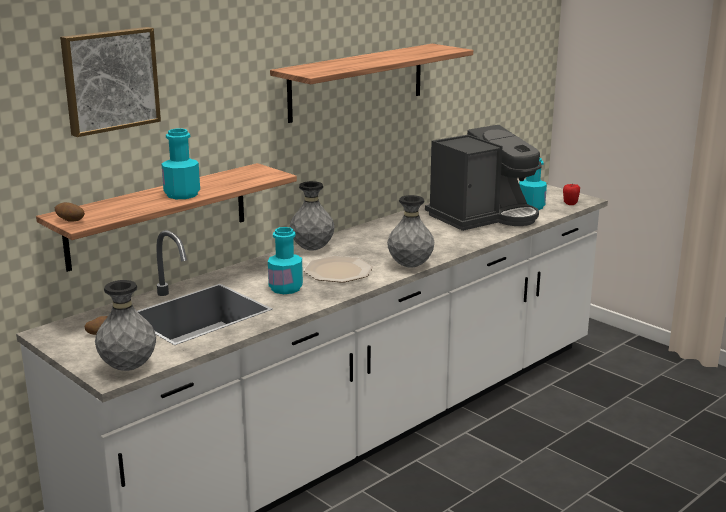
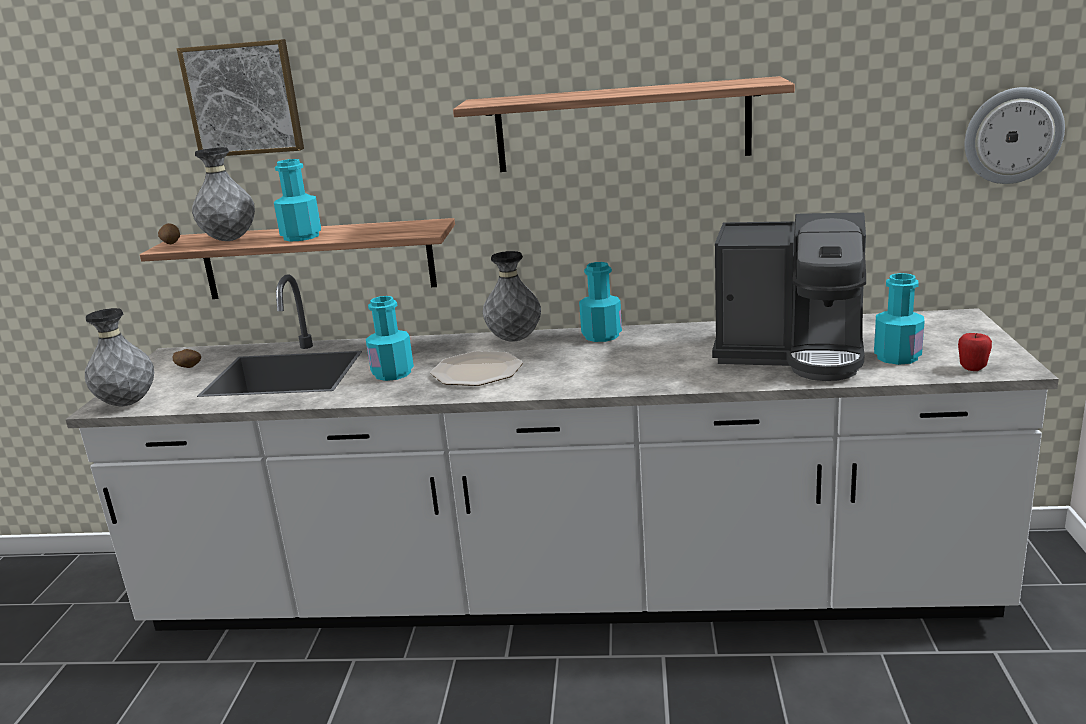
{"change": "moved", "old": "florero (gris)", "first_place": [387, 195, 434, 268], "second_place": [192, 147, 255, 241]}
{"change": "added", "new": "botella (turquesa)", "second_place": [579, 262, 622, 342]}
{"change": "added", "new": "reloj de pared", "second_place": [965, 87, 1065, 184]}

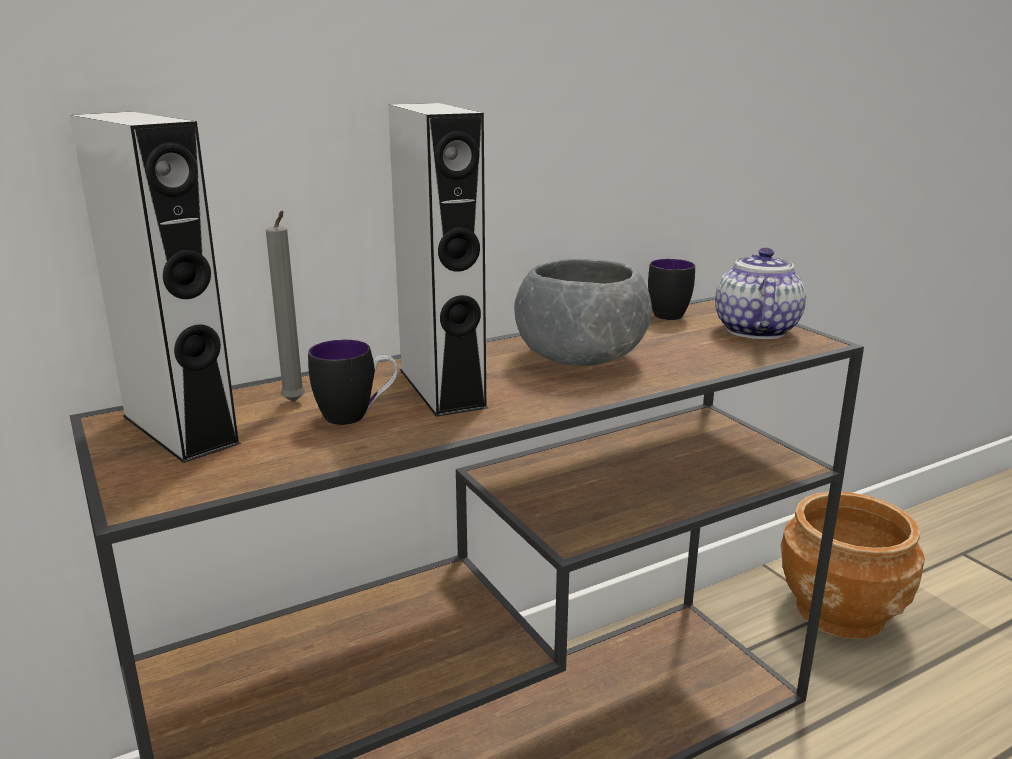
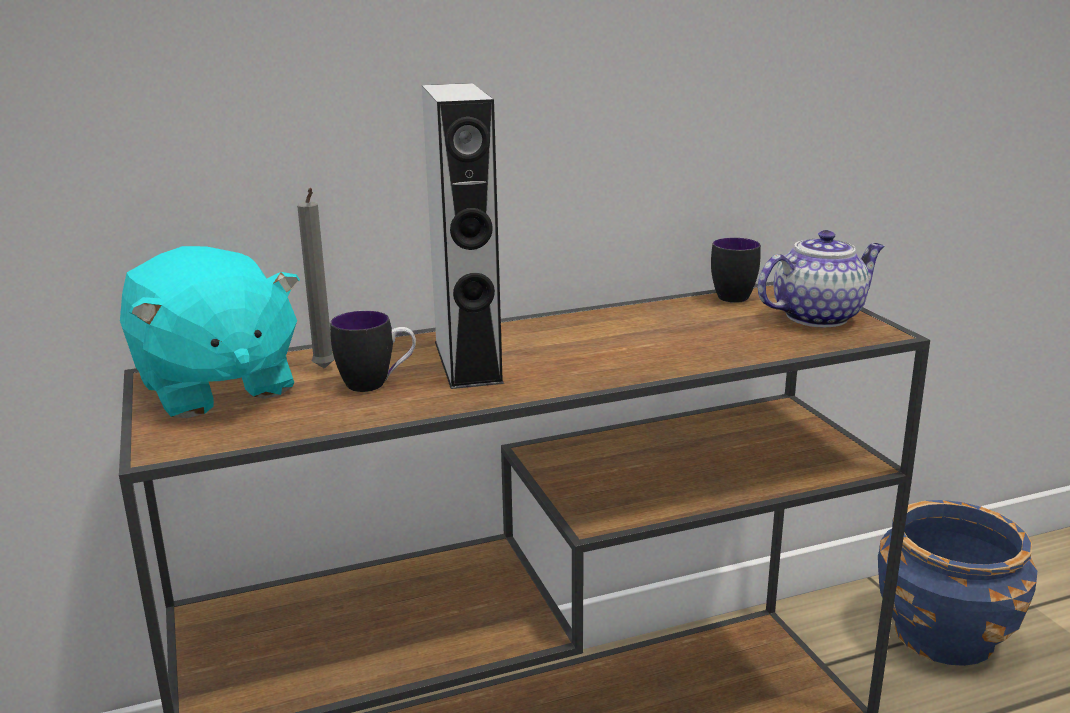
{"change": "replaced", "old": "altavoz (gris)", "new": "peluche (turquesa)", "first_place": [70, 112, 241, 463], "second_place": [120, 246, 300, 418]}
{"change": "turned", "old": "tetera", "first_place": [715, 248, 806, 339], "second_place": [758, 230, 885, 327], "degrees": 45}
{"change": "recoloured", "old": "maceta (marrón)", "new": "maceta (azul)", "first_place": [780, 492, 925, 639], "second_place": [878, 500, 1037, 666]}
{"change": "removed", "old": "cuenco (gris)", "first_place": [514, 259, 652, 366]}

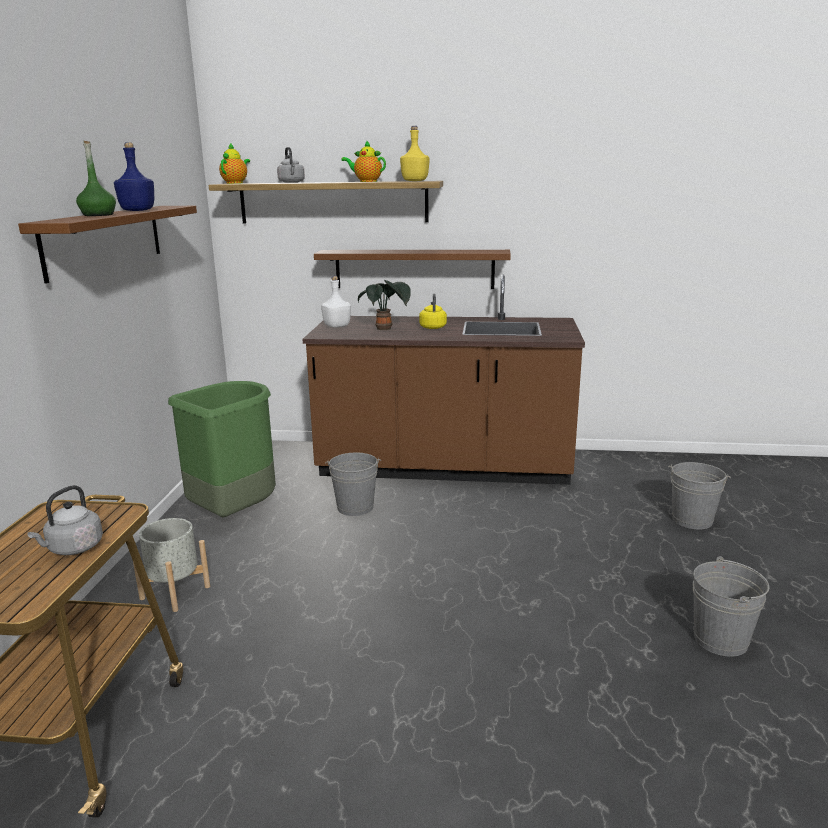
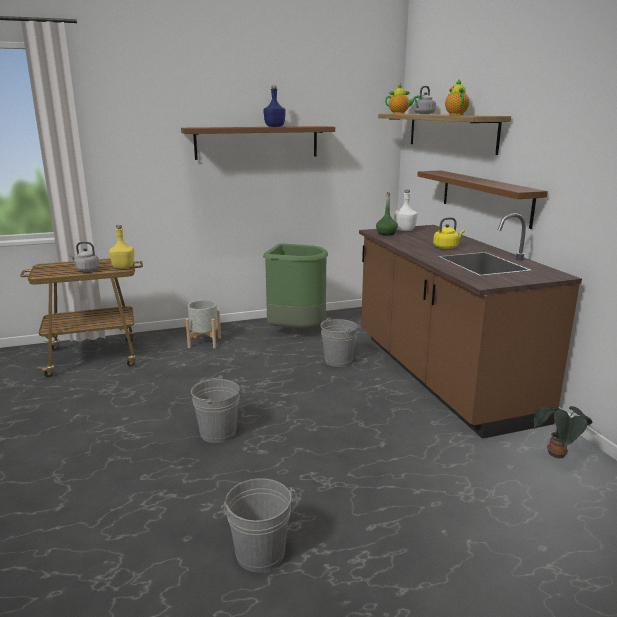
{"change": "moved", "old": "botella (amarillo)", "first_place": [400, 126, 429, 181], "second_place": [109, 225, 134, 269]}
{"change": "moved", "old": "cubo (gris)", "first_place": [668, 462, 731, 529], "second_place": [191, 376, 240, 443]}
{"change": "moved", "old": "botella (verde)", "first_place": [76, 141, 116, 216], "second_place": [376, 192, 398, 235]}
{"change": "moved", "old": "planta en maceta", "first_place": [358, 280, 410, 330], "second_place": [534, 406, 592, 458]}

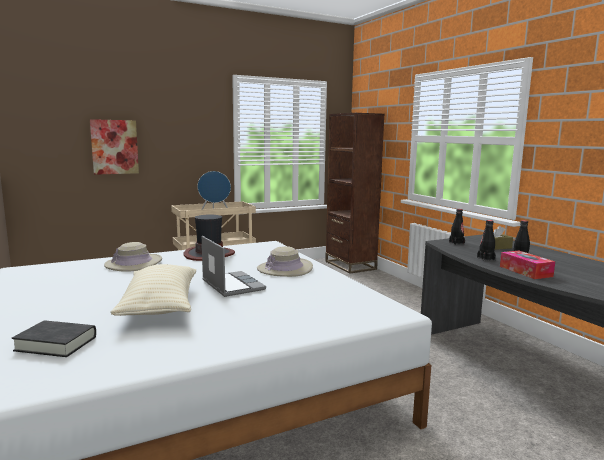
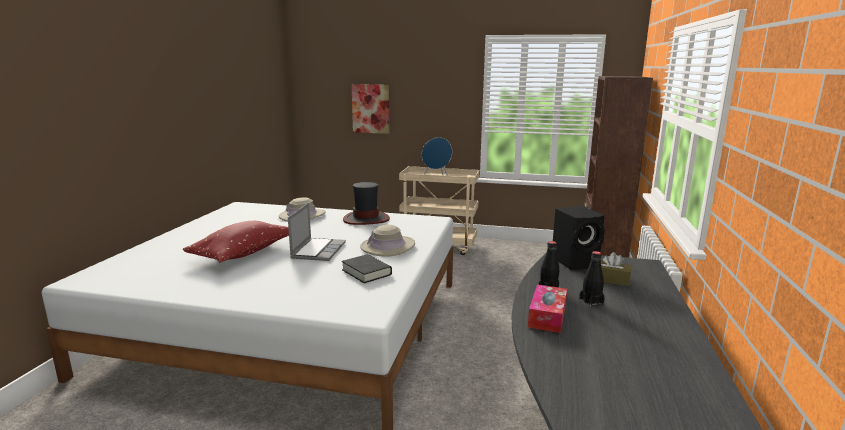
{"change": "recoloured", "old": "cojín (beis)", "new": "cojín (rojo)", "first_place": [110, 264, 196, 316], "second_place": [183, 221, 289, 263]}
{"change": "moved", "old": "libro (negro)", "first_place": [12, 320, 96, 357], "second_place": [342, 254, 392, 283]}
{"change": "replaced", "old": "botella (negro)", "new": "altavoz (negro)", "first_place": [449, 209, 465, 245], "second_place": [553, 206, 605, 270]}

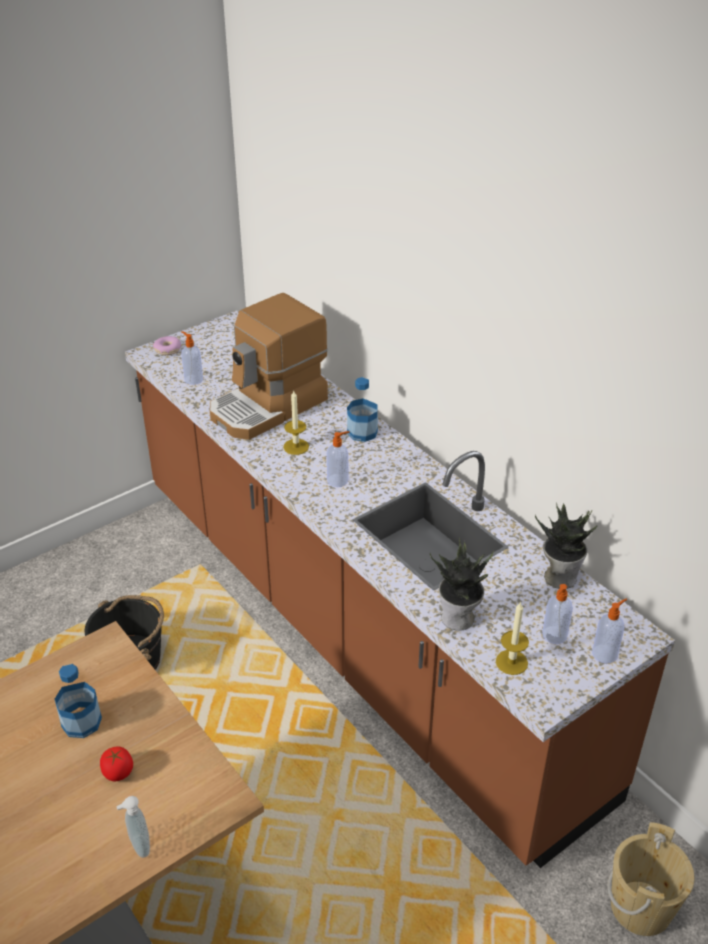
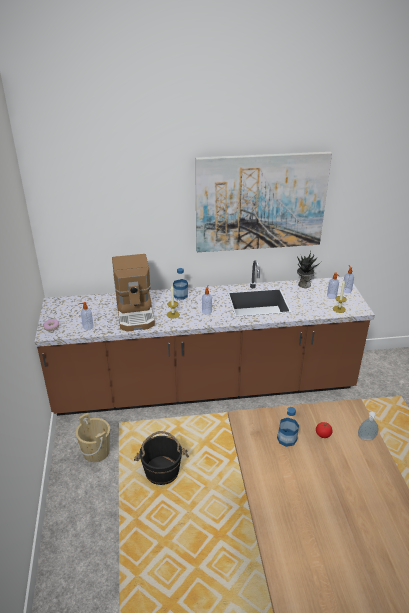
{"change": "moved", "old": "cubo (beis)", "first_place": [607, 822, 695, 936], "second_place": [75, 413, 110, 462]}
{"change": "added", "new": "cuadro", "second_place": [195, 152, 332, 252]}
{"change": "removed", "old": "planta en maceta", "first_place": [430, 538, 494, 631]}

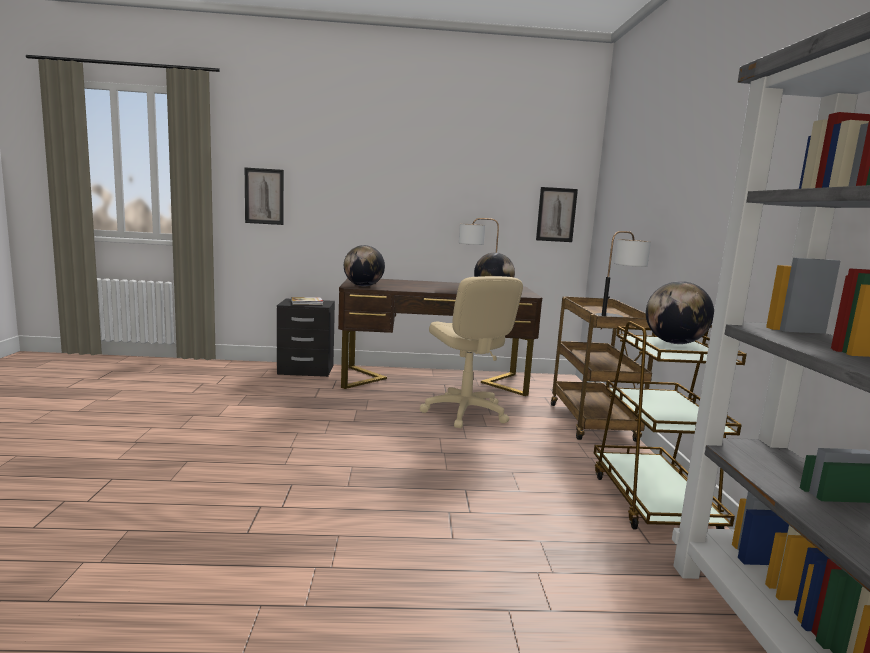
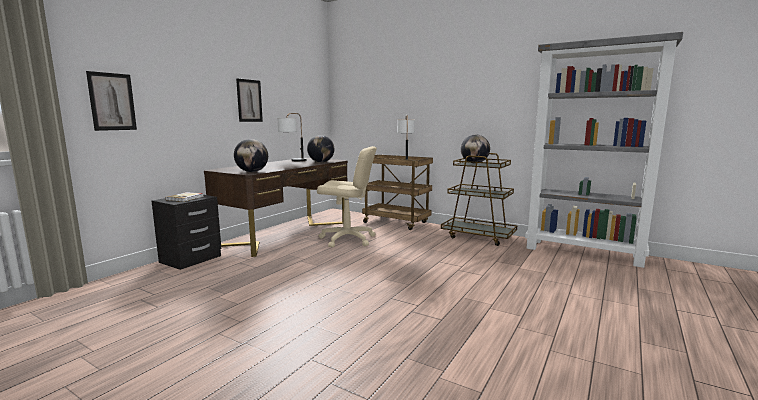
{"change": "moved", "old": "cuadro", "first_place": [536, 187, 578, 242], "second_place": [236, 78, 263, 122]}

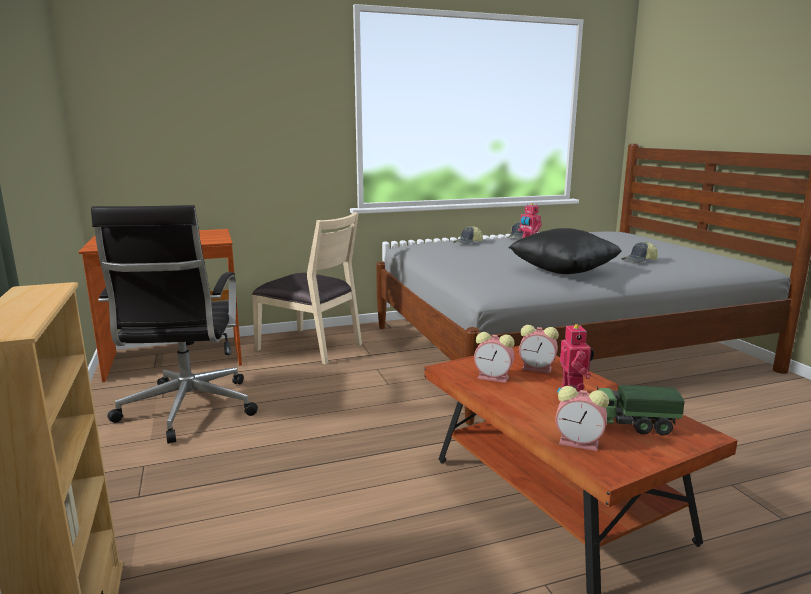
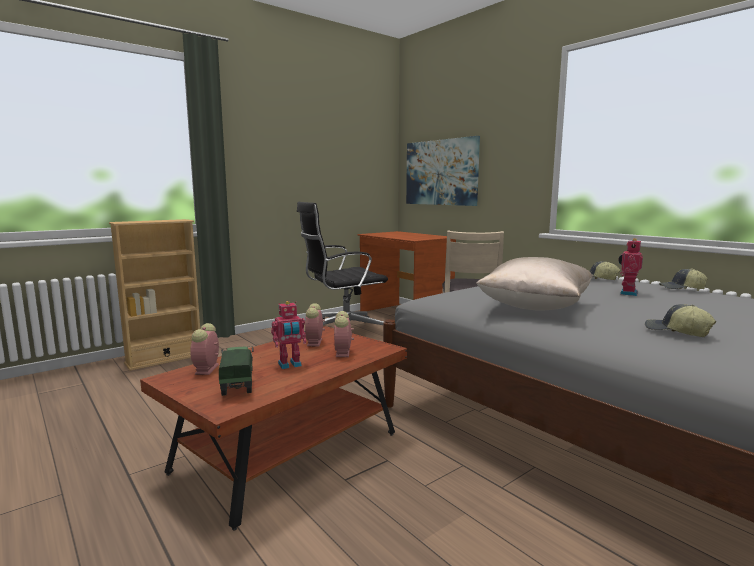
{"change": "added", "new": "cuadro", "second_place": [406, 136, 480, 206]}
{"change": "recoloured", "old": "cojín (negro)", "new": "cojín (beis)", "first_place": [509, 228, 622, 274], "second_place": [476, 257, 594, 311]}

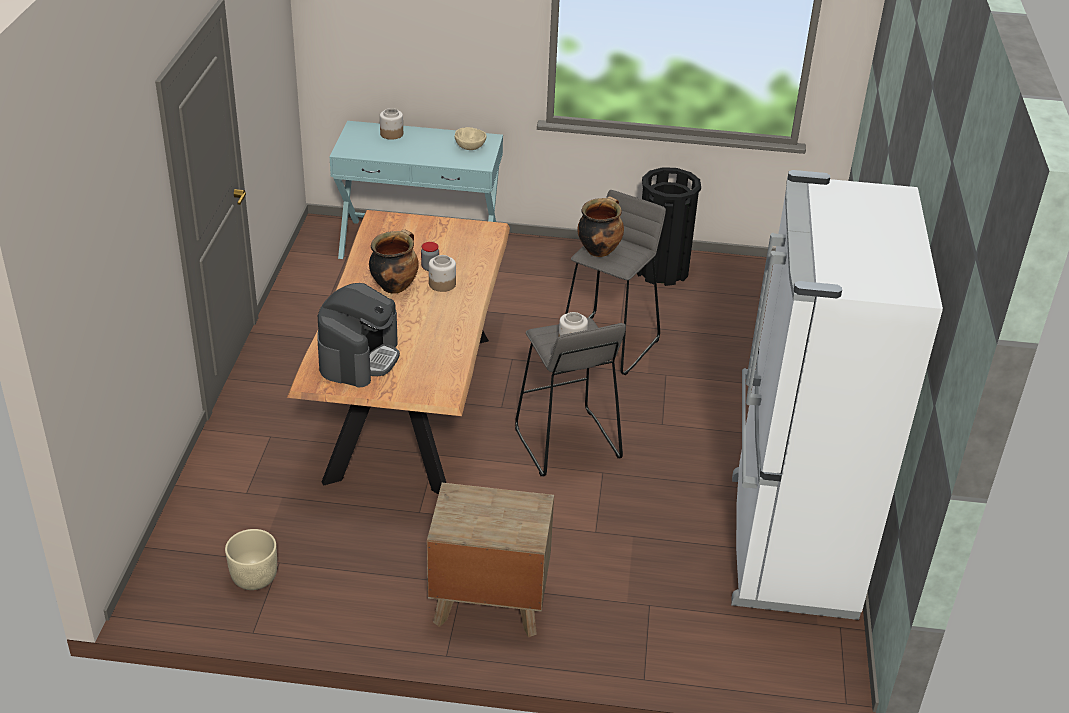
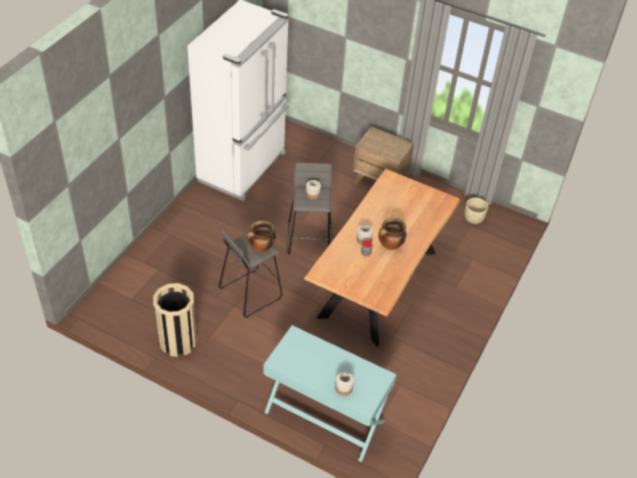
{"change": "recoloured", "old": "papelera (negro)", "new": "papelera (beis)", "first_place": [637, 167, 701, 286], "second_place": [153, 283, 197, 357]}
{"change": "removed", "old": "cafetera", "first_place": [317, 283, 400, 387]}
{"change": "removed", "old": "cuenco (beis)", "first_place": [455, 127, 487, 150]}

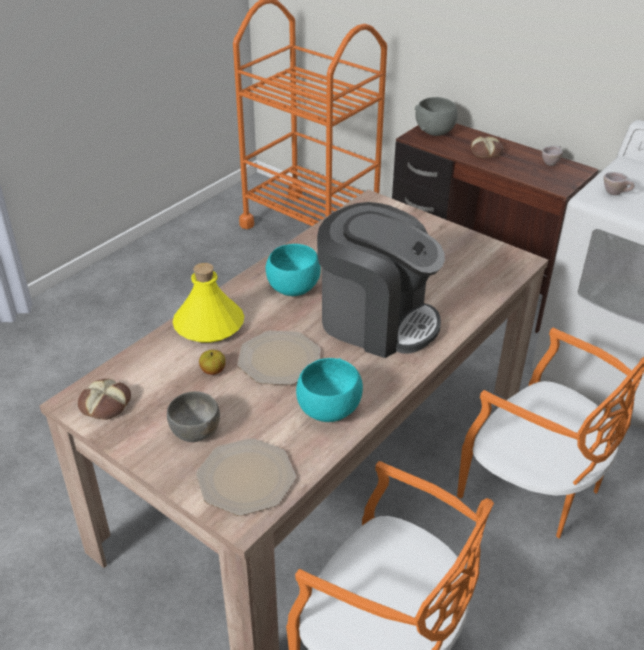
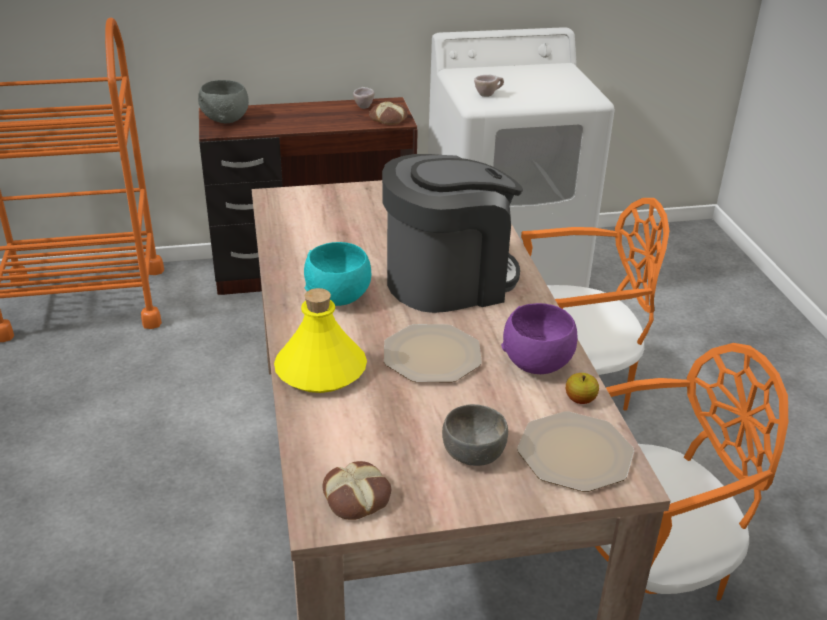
{"change": "moved", "old": "pan", "first_place": [471, 136, 504, 158], "second_place": [369, 101, 408, 125]}
{"change": "recoloured", "old": "cuenco (turquesa)", "new": "cuenco (morado)", "first_place": [296, 358, 363, 422], "second_place": [501, 303, 578, 374]}
{"change": "moved", "old": "manzana", "first_place": [199, 350, 226, 375], "second_place": [566, 373, 599, 404]}

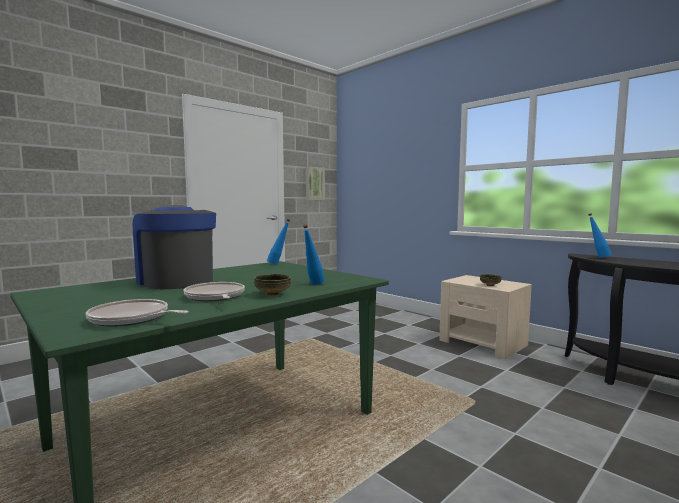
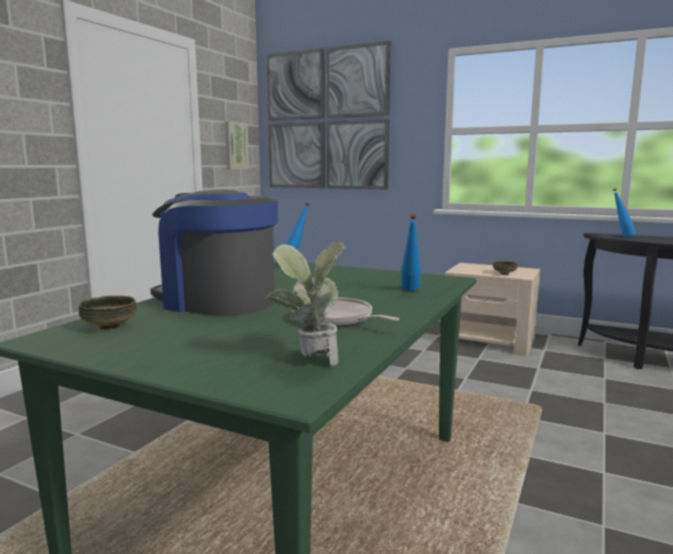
{"change": "moved", "old": "cuenco", "first_place": [254, 274, 291, 296], "second_place": [78, 295, 136, 330]}
{"change": "replaced", "old": "sartén", "new": "planta en maceta", "first_place": [86, 299, 189, 326], "second_place": [265, 241, 346, 366]}
{"change": "added", "new": "cuadro", "second_place": [266, 41, 391, 189]}

